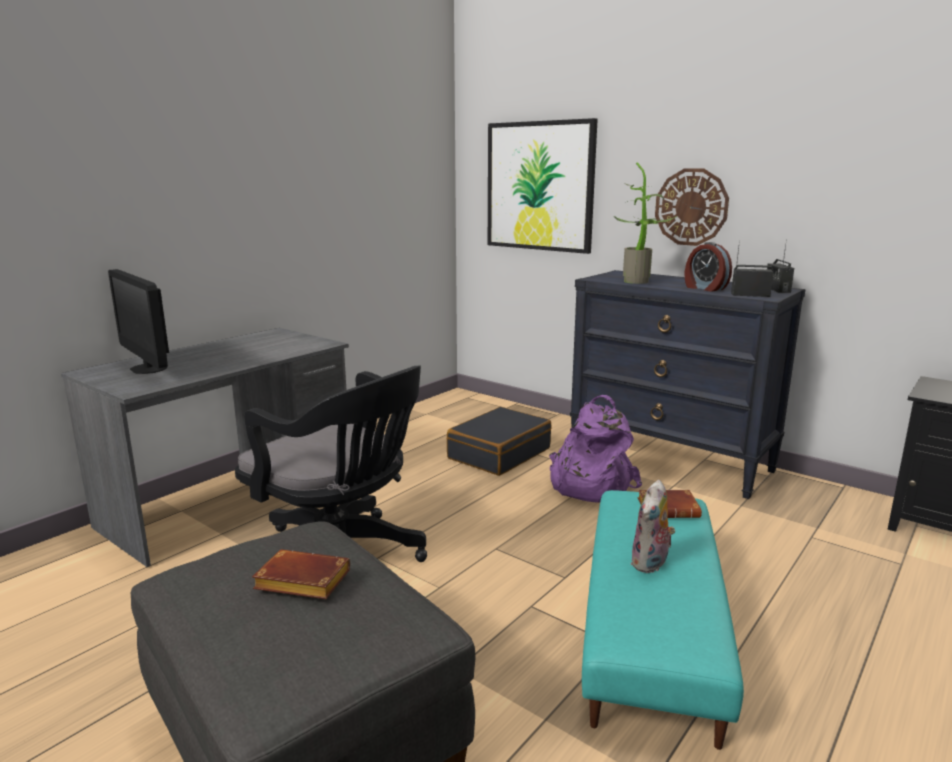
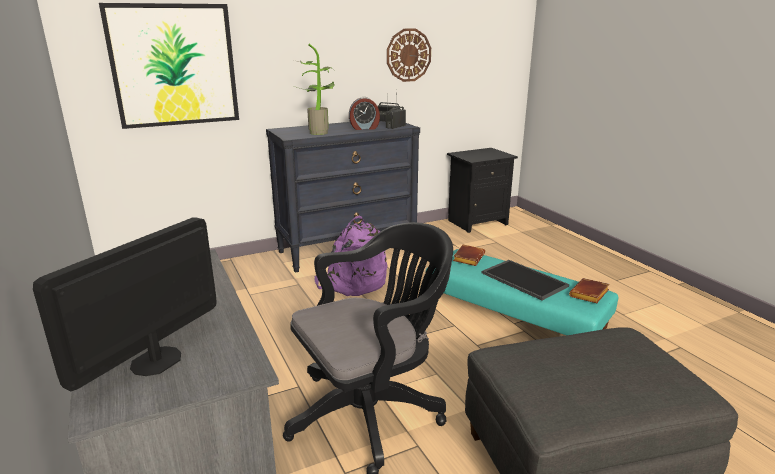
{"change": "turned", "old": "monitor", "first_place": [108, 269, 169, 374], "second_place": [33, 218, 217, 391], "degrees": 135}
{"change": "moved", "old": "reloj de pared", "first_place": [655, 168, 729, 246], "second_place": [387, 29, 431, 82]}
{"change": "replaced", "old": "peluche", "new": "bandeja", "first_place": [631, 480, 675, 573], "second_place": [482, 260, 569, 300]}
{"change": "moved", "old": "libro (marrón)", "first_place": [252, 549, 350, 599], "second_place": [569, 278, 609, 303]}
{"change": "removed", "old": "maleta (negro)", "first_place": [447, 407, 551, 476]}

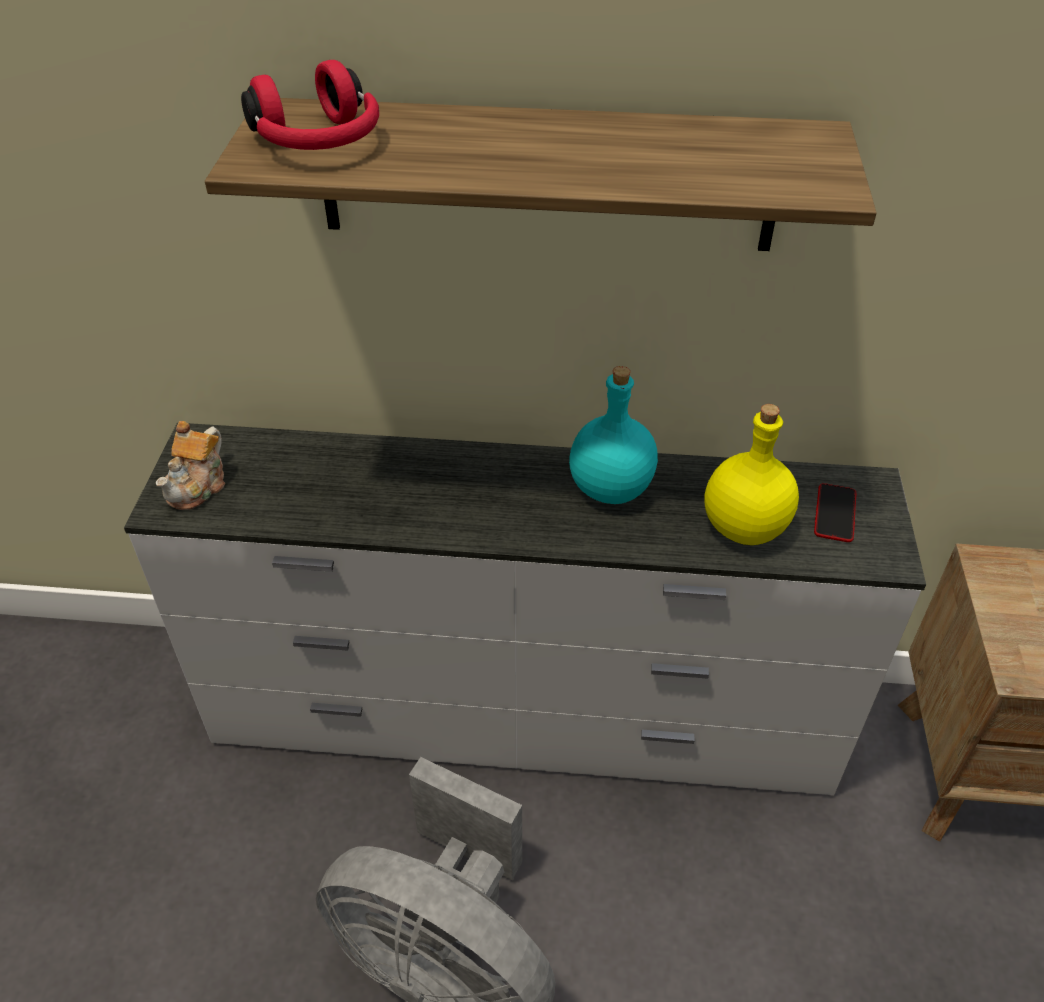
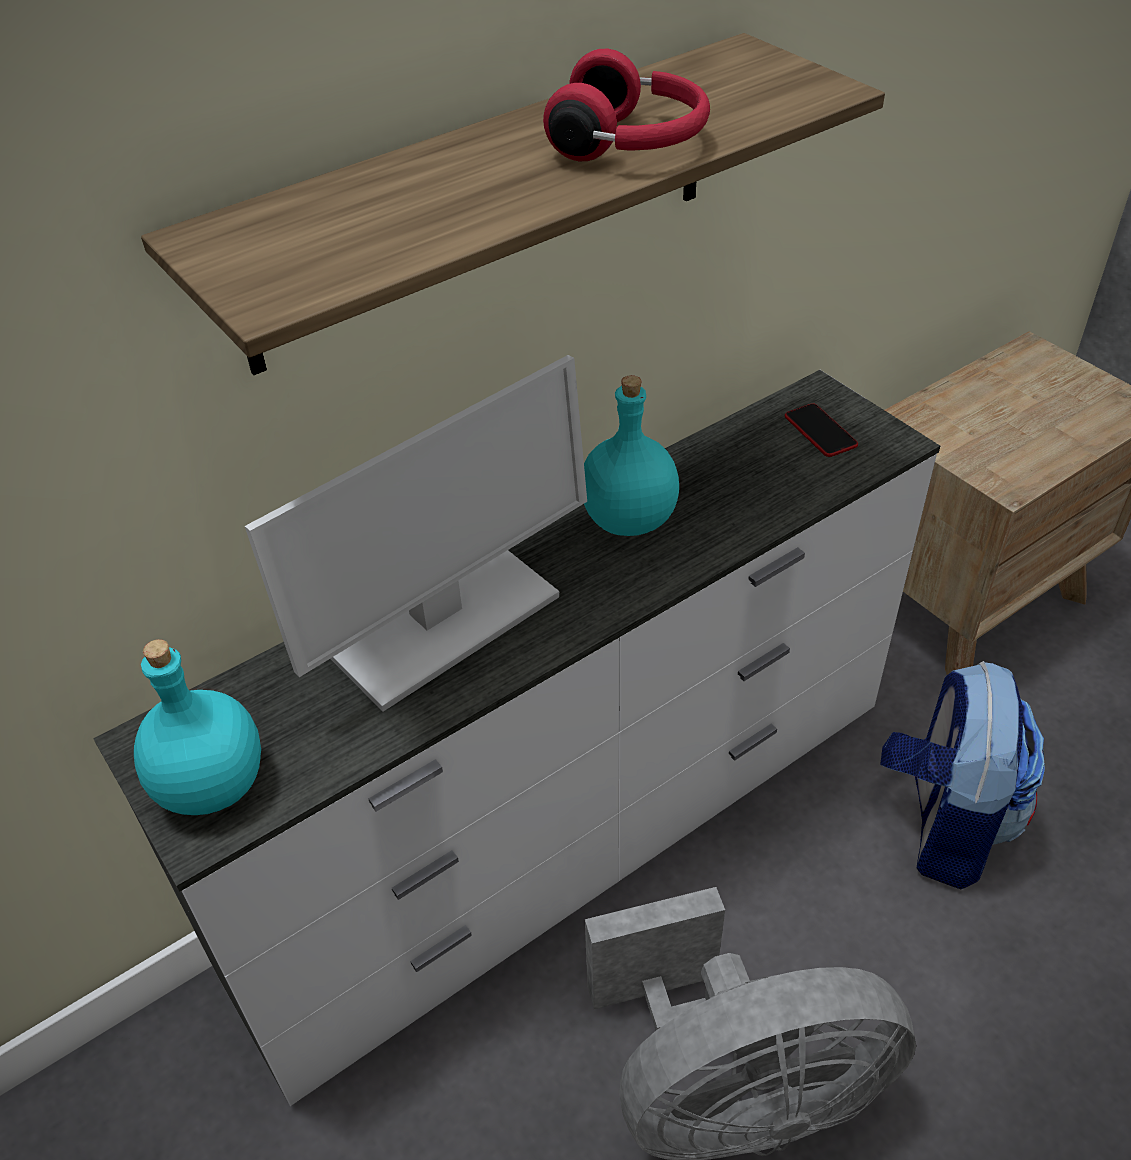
{"change": "replaced", "old": "tetera", "new": "botella (turquesa)", "first_place": [156, 421, 225, 510], "second_place": [134, 639, 261, 815]}
{"change": "added", "new": "monitor", "second_place": [245, 355, 587, 712]}
{"change": "moved", "old": "auriculares (rojo)", "first_place": [241, 60, 379, 150], "second_place": [543, 49, 710, 161]}
{"change": "added", "new": "mochila", "second_place": [880, 661, 1045, 889]}
{"change": "removed", "old": "botella (amarillo)", "first_place": [704, 404, 799, 545]}

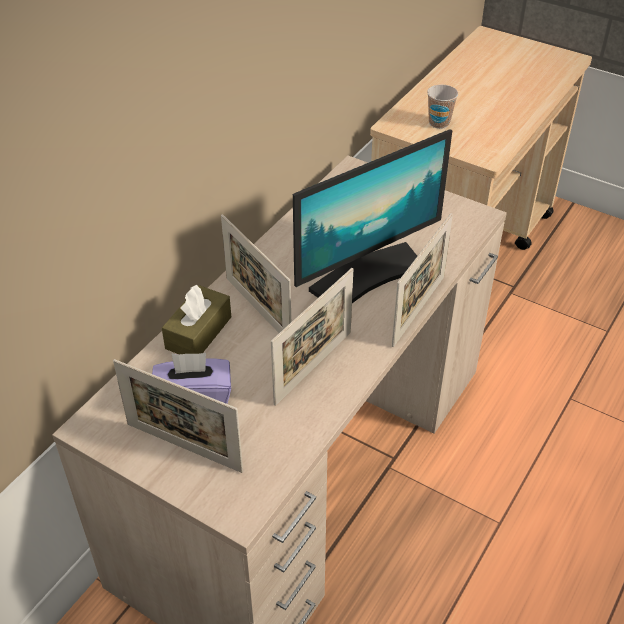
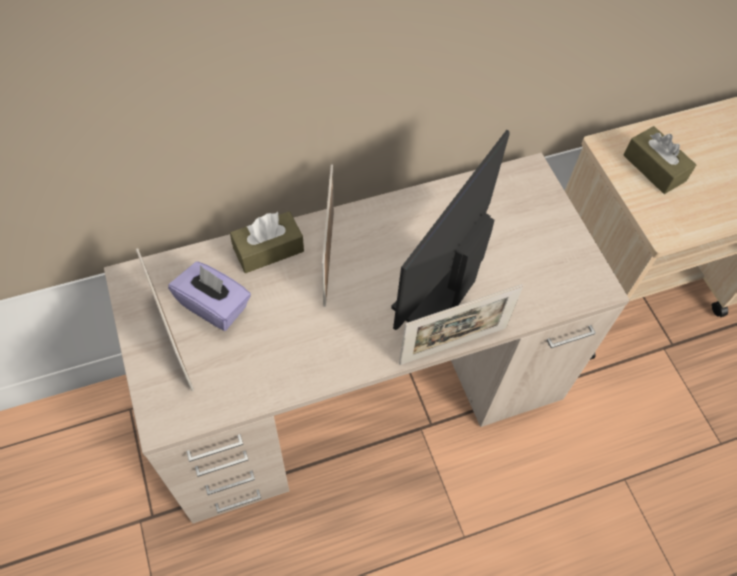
{"change": "turned", "old": "monitor", "first_place": [293, 129, 452, 303], "second_place": [391, 130, 510, 330], "degrees": 120}
{"change": "replaced", "old": "taza", "new": "caja de pañuelos (marrón)", "first_place": [427, 85, 458, 129], "second_place": [623, 126, 696, 194]}
{"change": "removed", "old": "portarretratos", "first_place": [271, 268, 353, 406]}

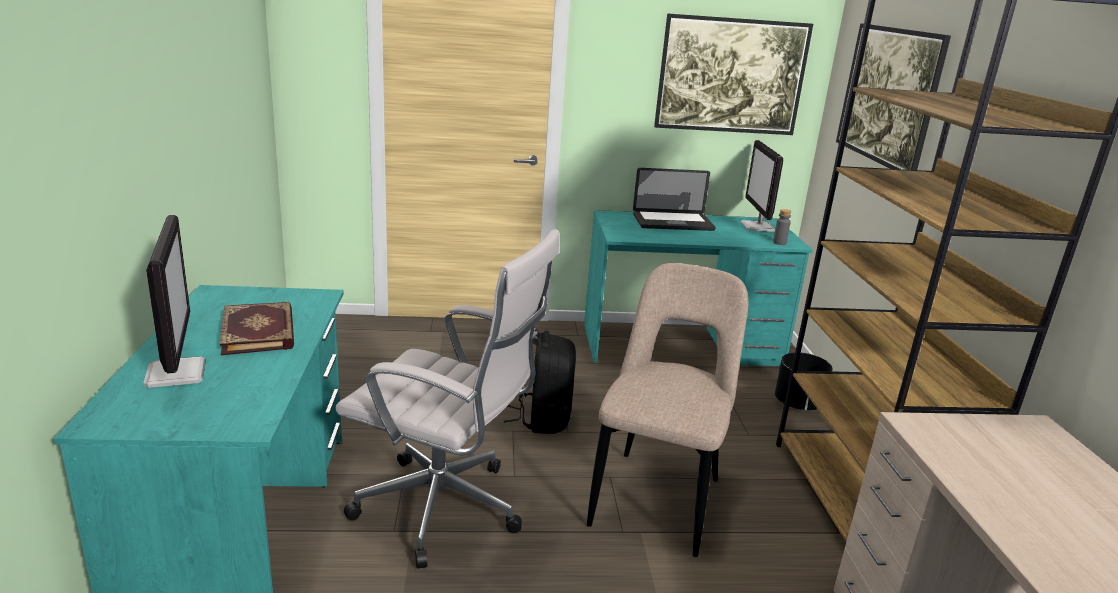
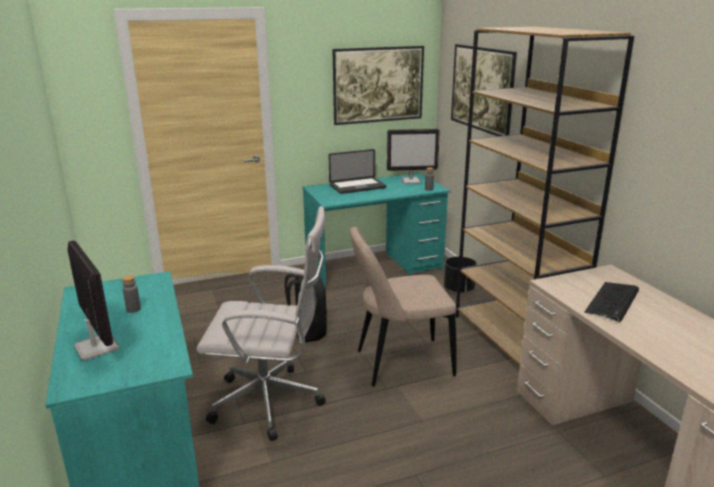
{"change": "replaced", "old": "libro", "new": "botella (gris)", "first_place": [220, 302, 294, 355], "second_place": [122, 275, 141, 313]}
{"change": "turned", "old": "silla (beis)", "first_place": [587, 263, 748, 557], "second_place": [350, 227, 456, 386], "degrees": -105}
{"change": "turned", "old": "monitor", "first_place": [741, 140, 783, 232], "second_place": [387, 129, 440, 184], "degrees": -75}
{"change": "added", "new": "teclado", "second_place": [584, 282, 639, 322]}

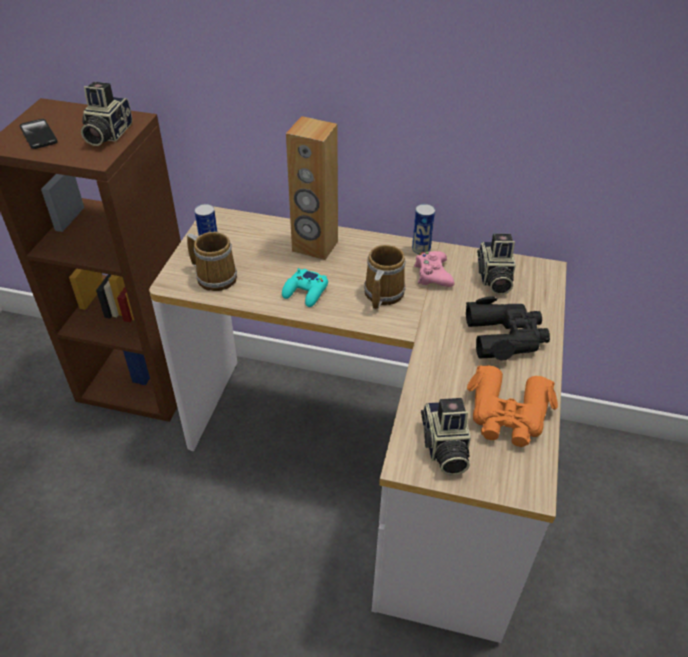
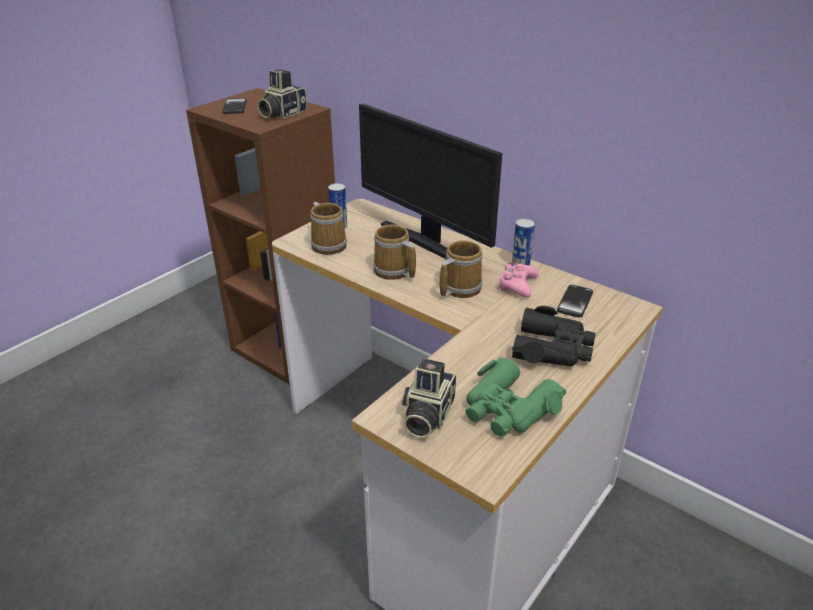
{"change": "replaced", "old": "altavoz (marrón)", "new": "monitor", "first_place": [286, 116, 338, 260], "second_place": [359, 104, 502, 259]}
{"change": "replaced", "old": "mando de consola (turquesa)", "new": "taza grande", "first_place": [282, 268, 328, 307], "second_place": [373, 224, 416, 280]}
{"change": "recoloured", "old": "prismáticos (naranja)", "new": "prismáticos (verde)", "first_place": [467, 365, 558, 447], "second_place": [465, 357, 566, 436]}
{"change": "replaced", "old": "cámara", "new": "móvil", "first_place": [477, 233, 516, 295], "second_place": [557, 285, 593, 317]}

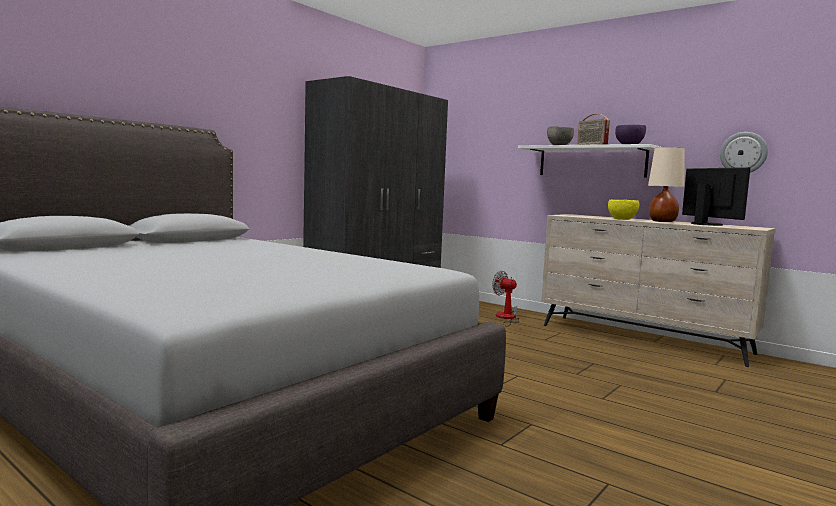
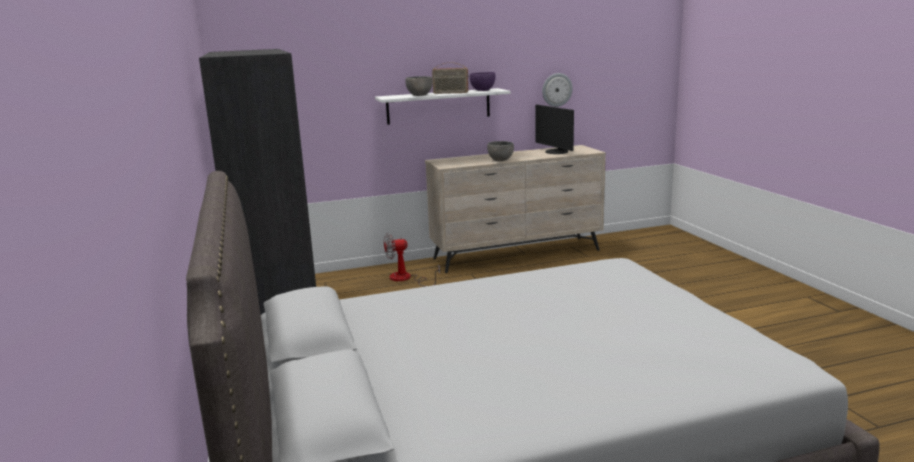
{"change": "recoloured", "old": "cuenco (amarillo)", "new": "cuenco (gris)", "first_place": [608, 199, 639, 220], "second_place": [487, 141, 514, 161]}
{"change": "turned", "old": "monitor", "first_place": [682, 167, 750, 226], "second_place": [535, 105, 574, 154], "degrees": -135}
{"change": "removed", "old": "lámpara de mesa (beis)", "first_place": [648, 147, 685, 222]}

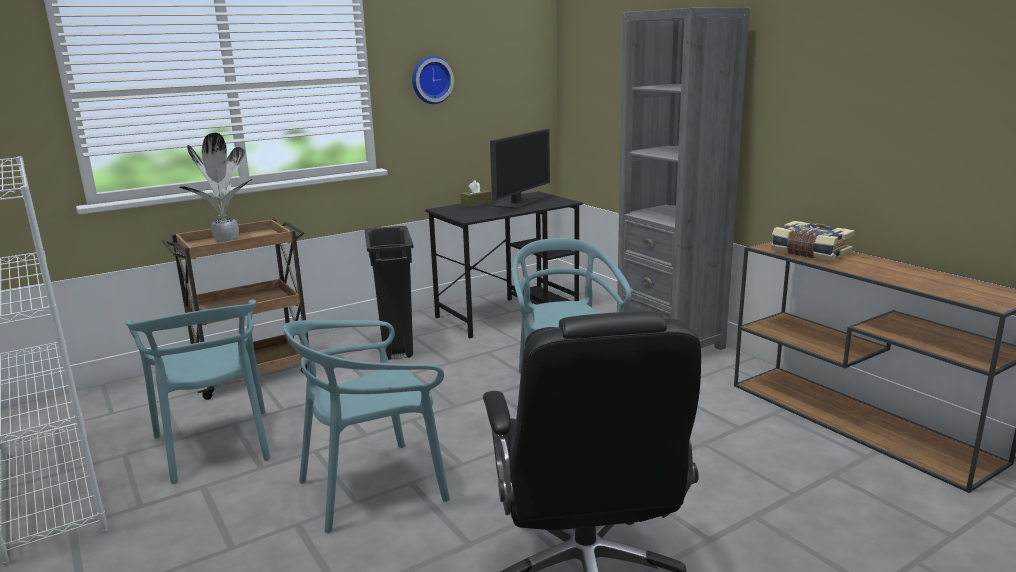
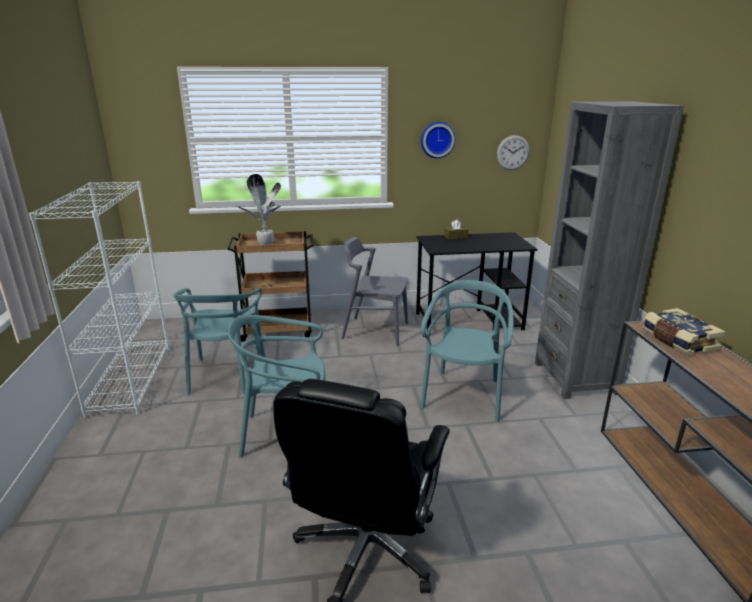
{"change": "replaced", "old": "papelera (negro)", "new": "silla (gris)", "first_place": [365, 226, 414, 360], "second_place": [341, 237, 408, 346]}
{"change": "added", "new": "reloj de pared", "second_place": [497, 135, 529, 170]}
{"change": "removed", "old": "monitor", "first_place": [490, 129, 550, 209]}

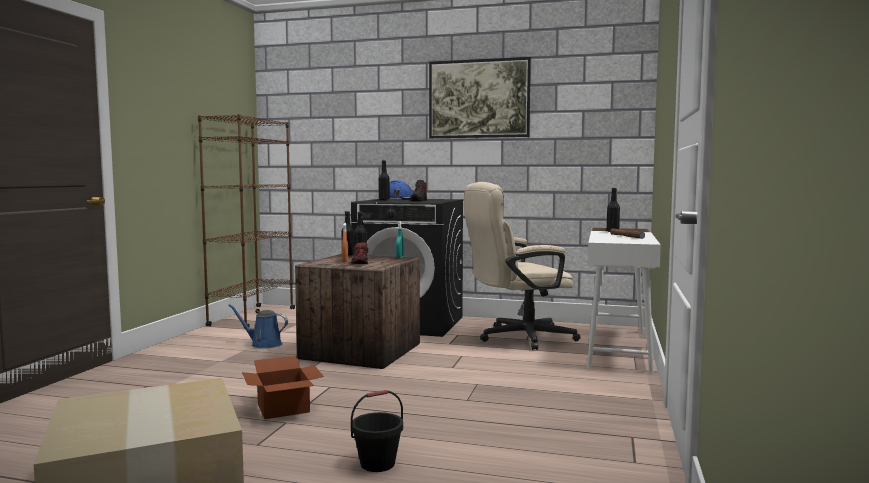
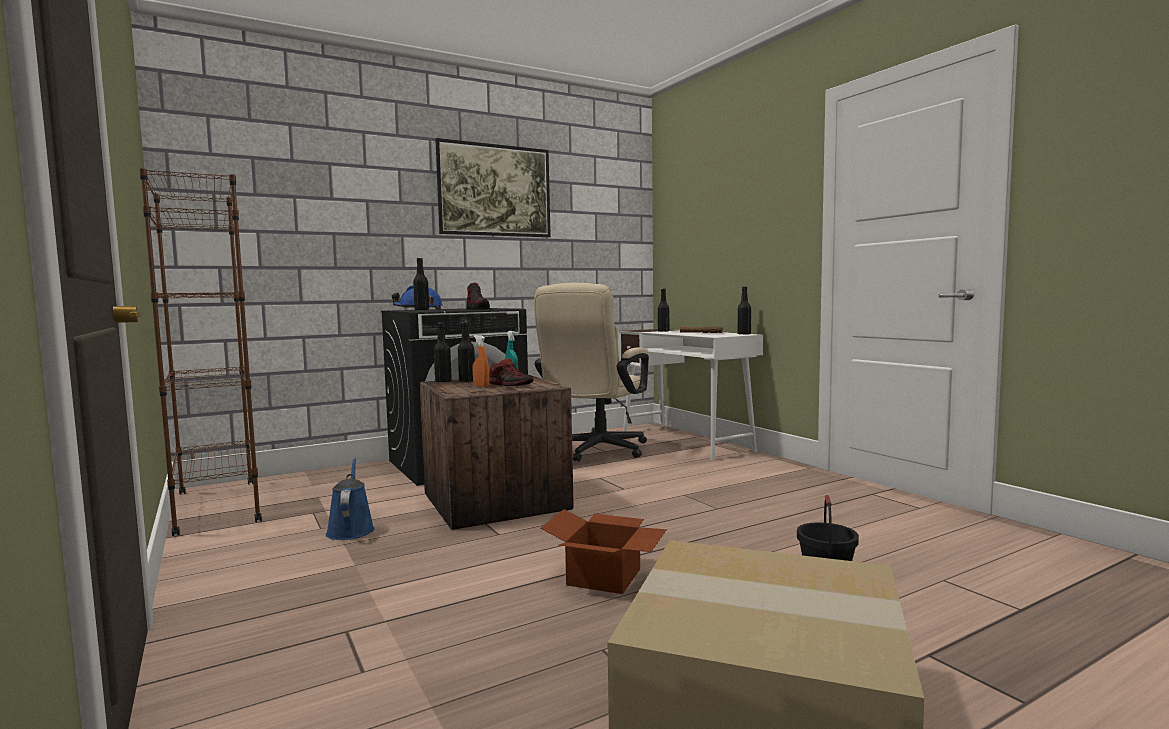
{"change": "turned", "old": "regadera (azul)", "first_place": [228, 304, 288, 349], "second_place": [326, 458, 375, 540], "degrees": 105}
{"change": "added", "new": "botella (negro)", "second_place": [738, 286, 751, 335]}

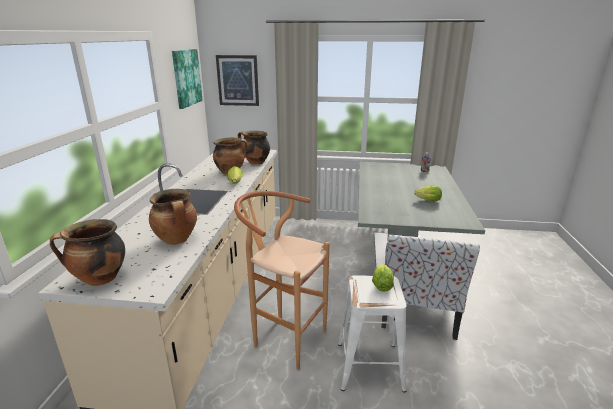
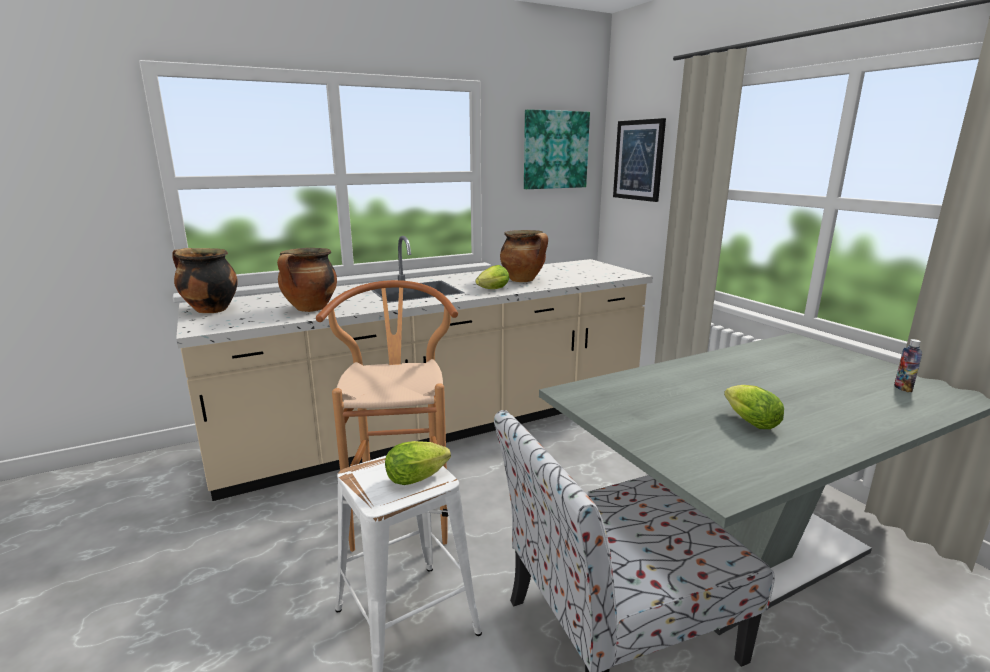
{"change": "removed", "old": "olla", "first_place": [238, 131, 270, 165]}

